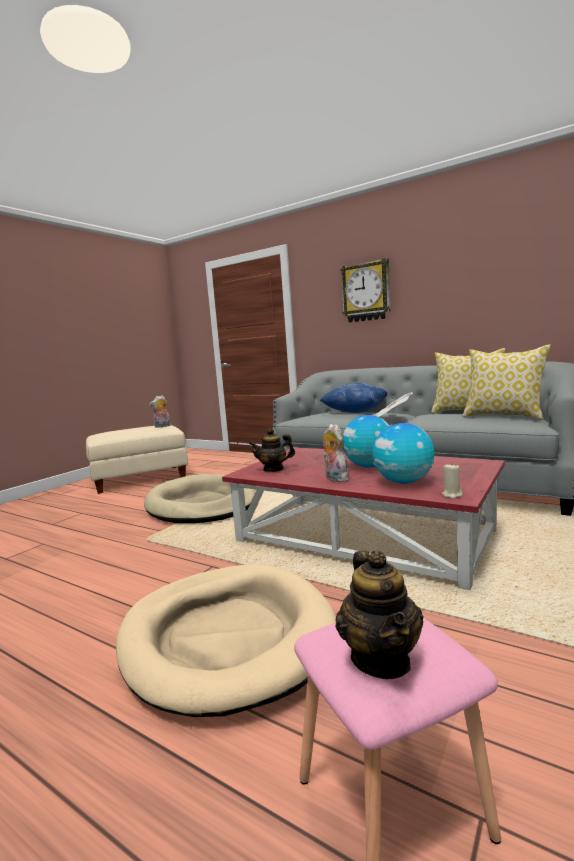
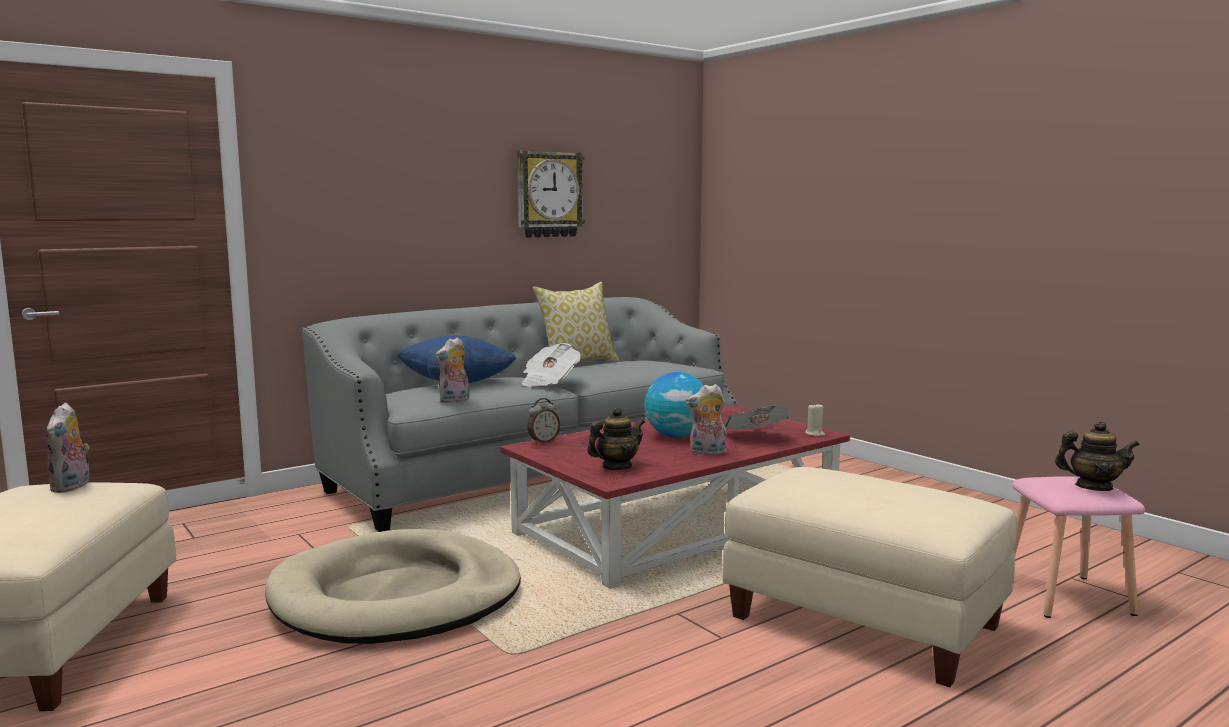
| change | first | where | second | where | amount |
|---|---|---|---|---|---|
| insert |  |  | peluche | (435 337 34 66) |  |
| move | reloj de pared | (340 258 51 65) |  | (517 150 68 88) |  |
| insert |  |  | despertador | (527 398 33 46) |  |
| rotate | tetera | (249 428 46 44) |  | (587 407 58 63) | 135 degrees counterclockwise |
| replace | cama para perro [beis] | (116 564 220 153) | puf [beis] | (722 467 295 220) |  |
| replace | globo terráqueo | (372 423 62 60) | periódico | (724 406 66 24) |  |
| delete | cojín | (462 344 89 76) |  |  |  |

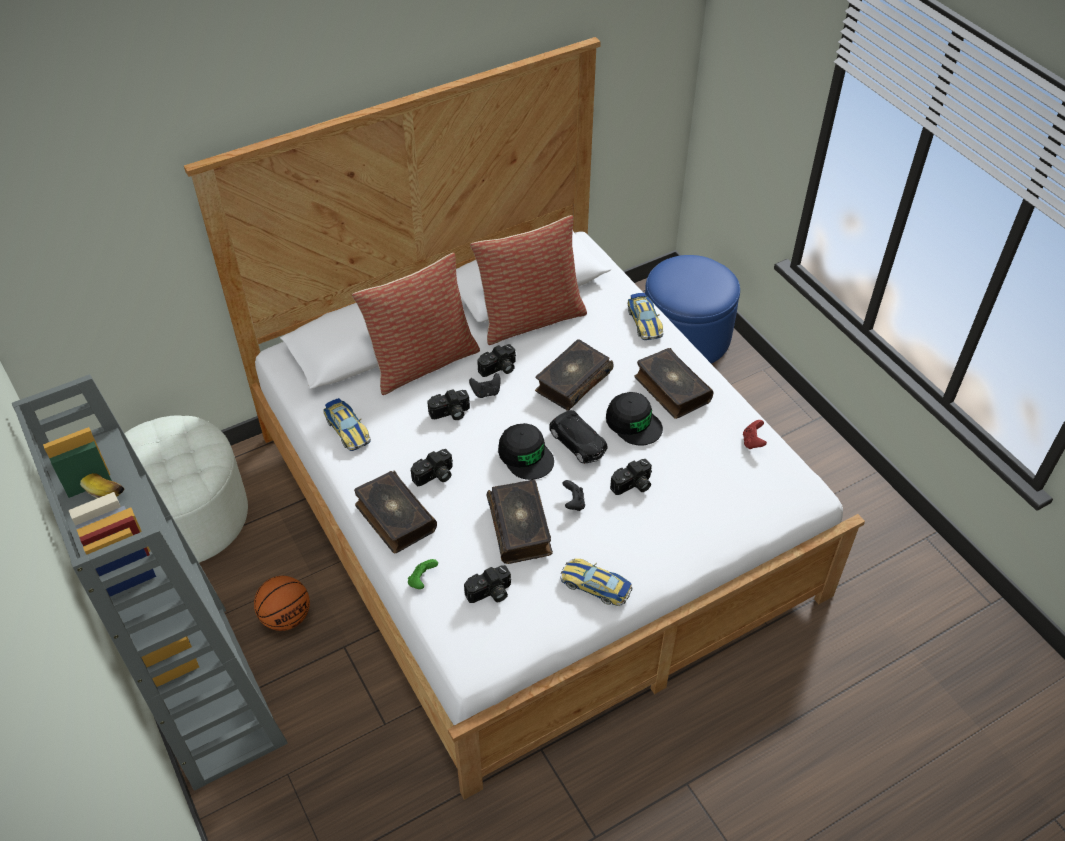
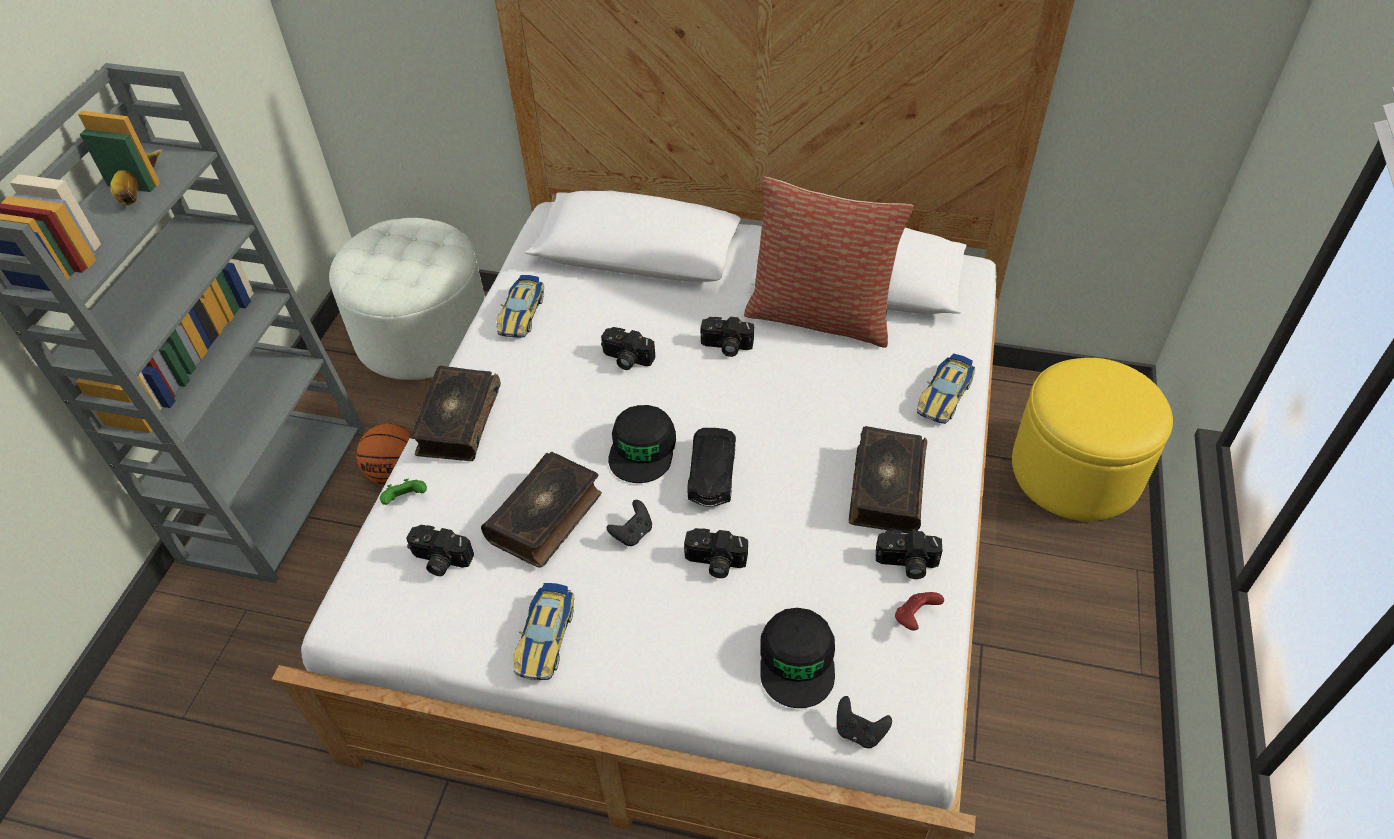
| change | first | where | second | where | amount |
|---|---|---|---|---|---|
| rotate | coche de juguete | (561 559 72 47) |  | (513 583 61 97) | 150 degrees counterclockwise |
| move | gorra [negro] | (606 392 57 53) |  | (760 608 75 100) |  |
| move | mando de consola [negro] | (469 373 32 25) |  | (837 696 55 52) |  |
| move | cámara | (411 449 42 37) |  | (875 530 67 49) |  |
| recolor | puf [azul] | (645 255 95 109) | puf [amarillo] | (1012 358 161 163) |  |
| delete | cojín | (352 253 128 142) |  |  |  |
| delete | libro | (535 339 79 72) |  |  |  |

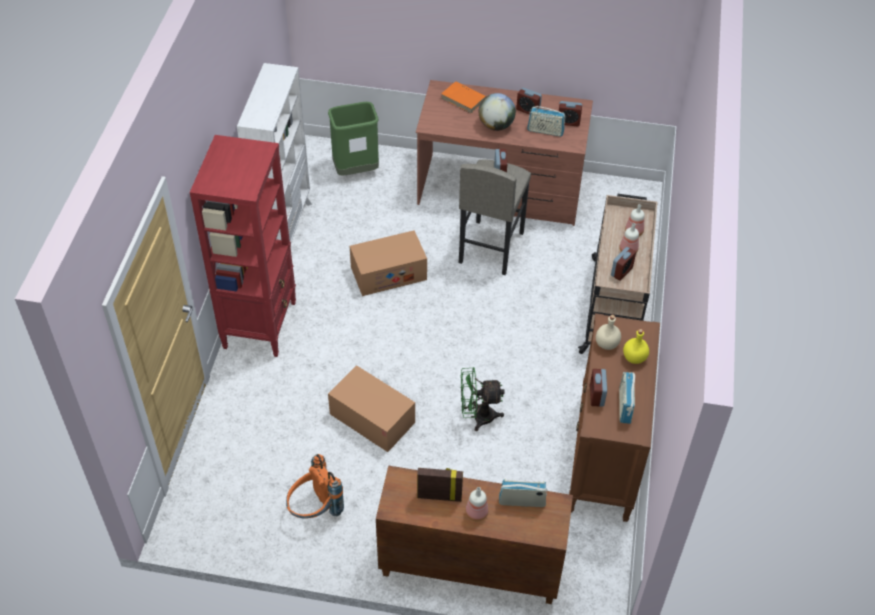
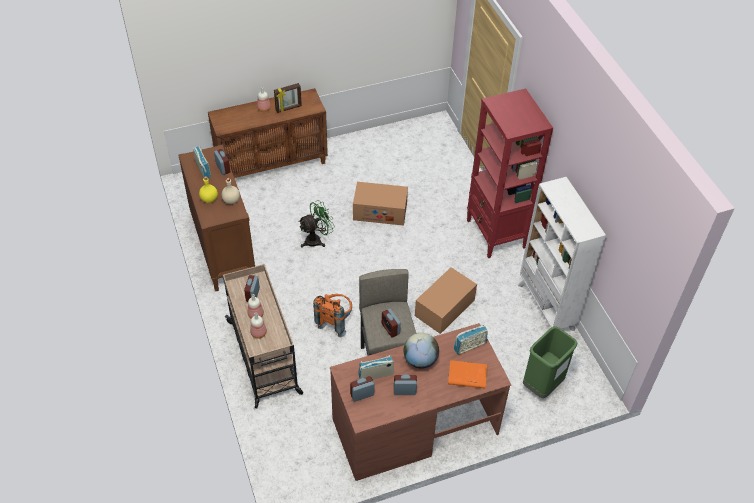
| change | first | where | second | where | amount |
|---|---|---|---|---|---|
| move | mochila [naranja] | (286 454 58 65) |  | (313 294 39 43) |  |
| move | radio | (499 479 48 28) |  | (453 325 35 30) |  |

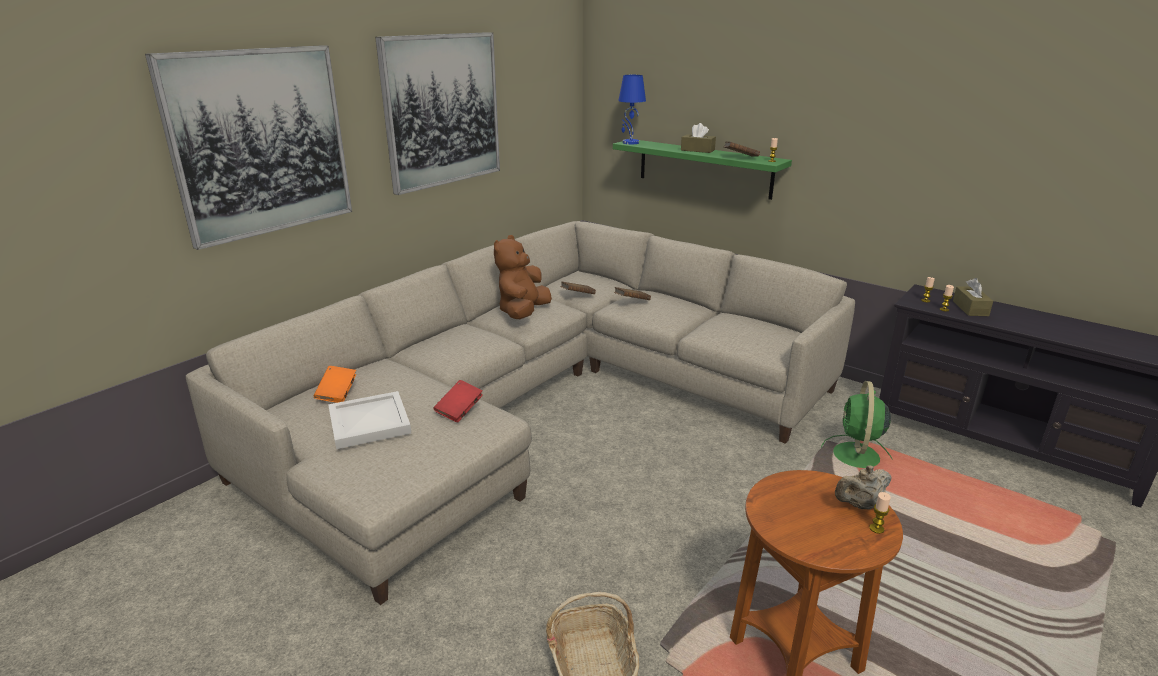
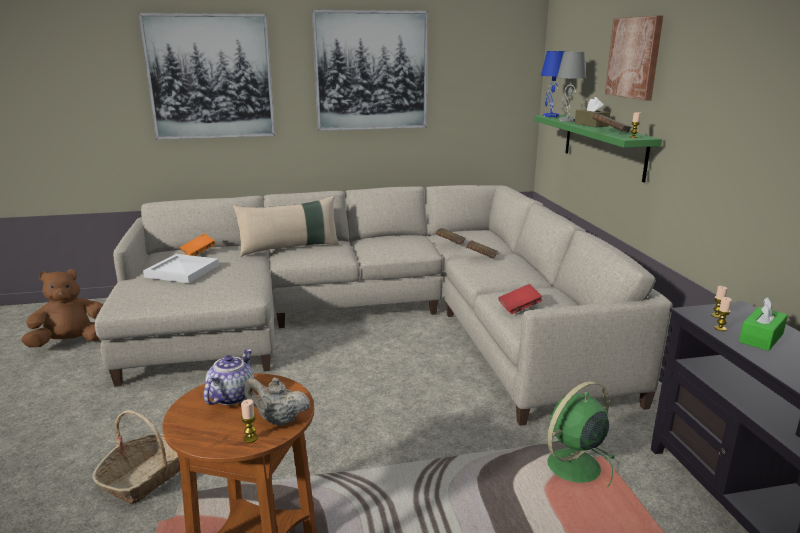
| change | first | where | second | where | amount |
|---|---|---|---|---|---|
| move | peluche [marrón] | (494 235 58 84) |  | (21 269 82 78) |  |
| insert |  |  | tetera | (203 349 51 56) |  |
| insert |  |  | cojín [beis] | (233 196 106 61) |  |
| move | libro [rojo] | (433 380 50 42) |  | (498 284 45 30) |  |
| insert |  |  | lámpara de mesa [gris] | (557 52 29 70) |  |
| insert |  |  | cuadro | (605 16 58 84) |  |
| recolor | caja de pañuelos [marrón] | (953 278 40 38) | caja de pañuelos [verde] | (739 297 49 54) |  |

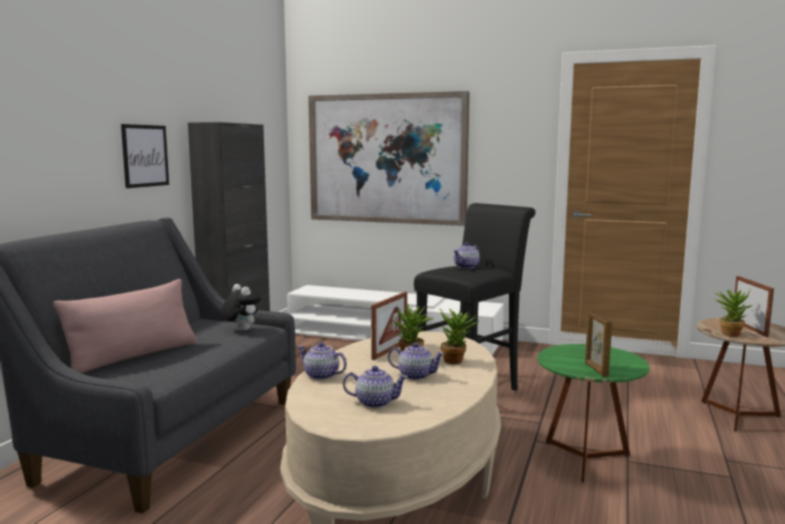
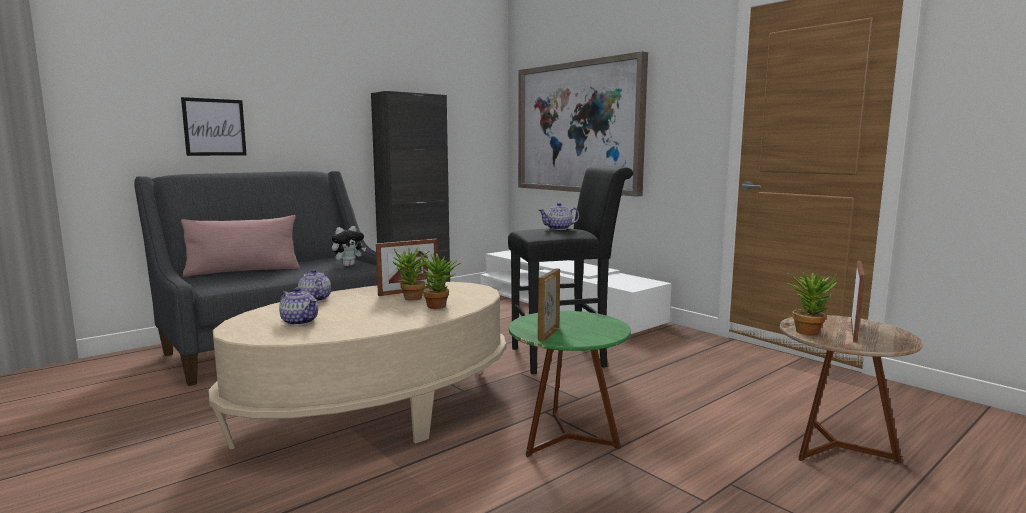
| change | first | where | second | where | amount |
|---|---|---|---|---|---|
| move | cuadro | (121 124 48 64) |  | (181 97 66 59) |  |
| rotate | peluche | (221 284 40 46) |  | (332 226 34 40) | 60 degrees clockwise |
| delete | tetera | (388 342 57 38) |  |  |  |

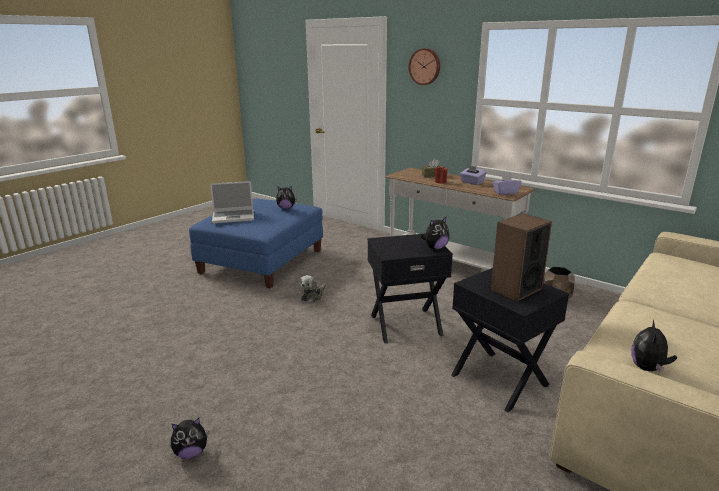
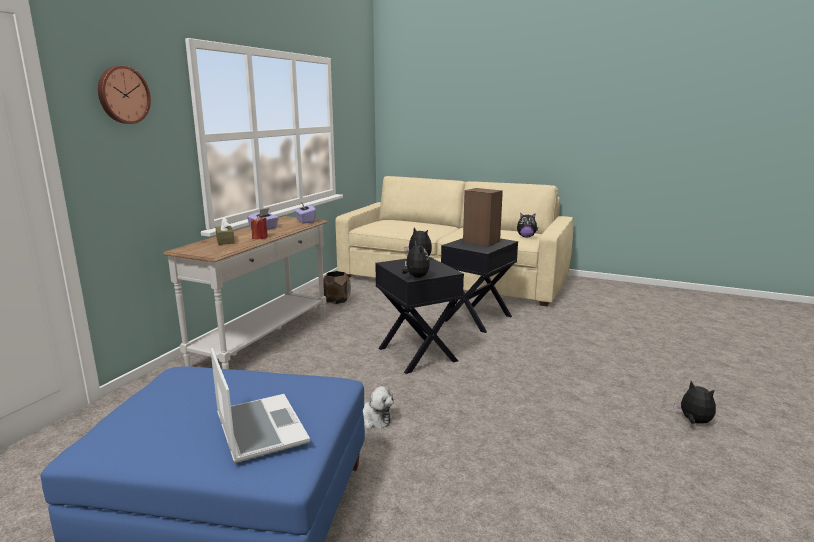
| change | first | where | second | where | amount |
|---|---|---|---|---|---|
| move | peluche | (276 186 21 23) |  | (402 241 28 37) |  |

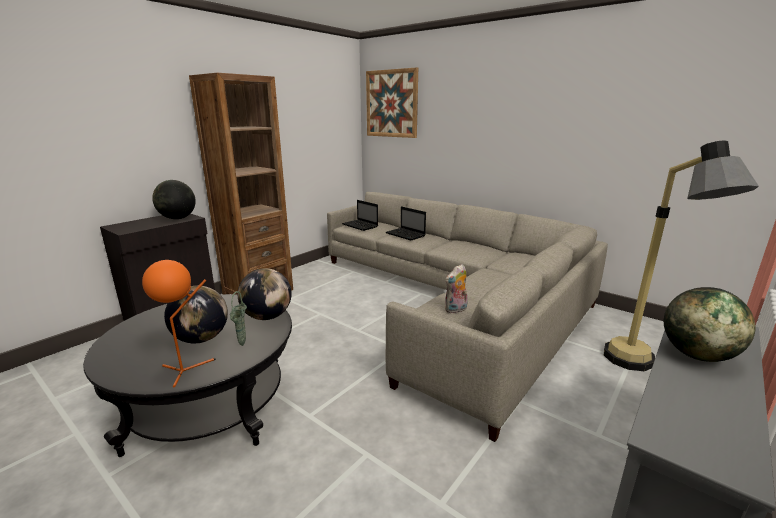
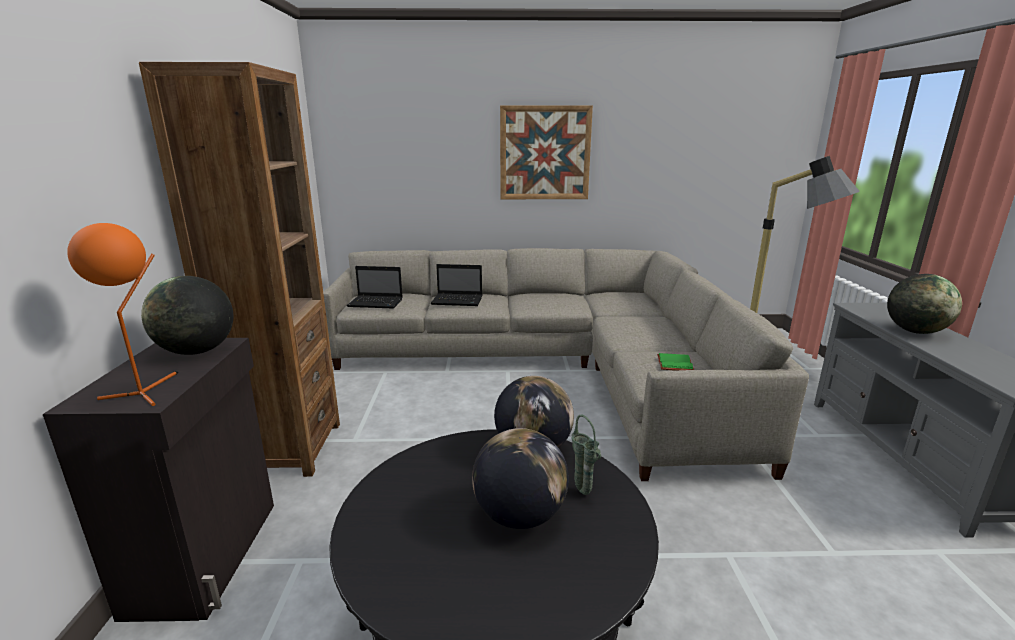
| change | first | where | second | where | amount |
|---|---|---|---|---|---|
| move | lámpara de mesa [naranja] | (142 260 74 127) |  | (67 223 111 183) |  |
| move | cuadro | (366 67 52 71) |  | (500 105 93 94) |  |
| replace | peluche | (445 264 22 50) | libro [verde] | (657 353 37 18) |  |

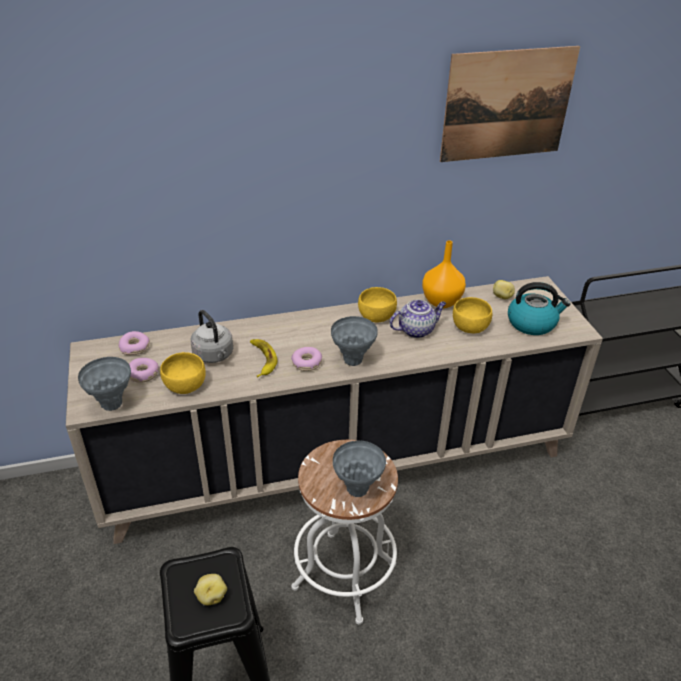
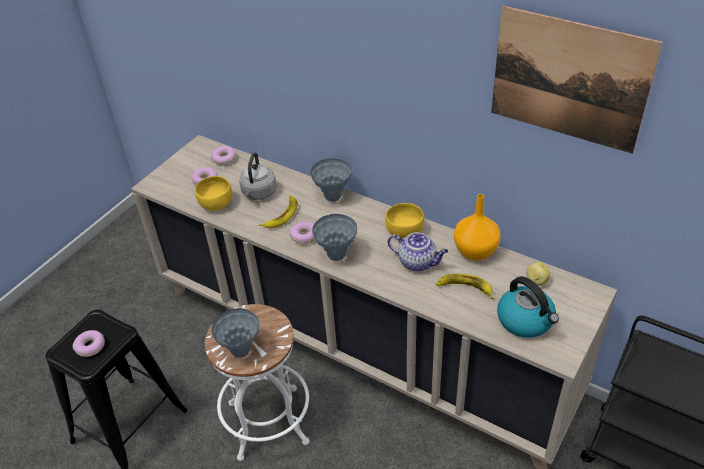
| change | first | where | second | where | amount |
|---|---|---|---|---|---|
| replace | patata | (194 574 33 32) | rosquilla | (73 330 32 27) |  |
| move | florero [gris] | (78 357 53 54) |  | (311 158 41 44) |  |
| replace | cuenco [amarillo] | (453 297 39 36) | plátano | (436 274 57 25) |  |

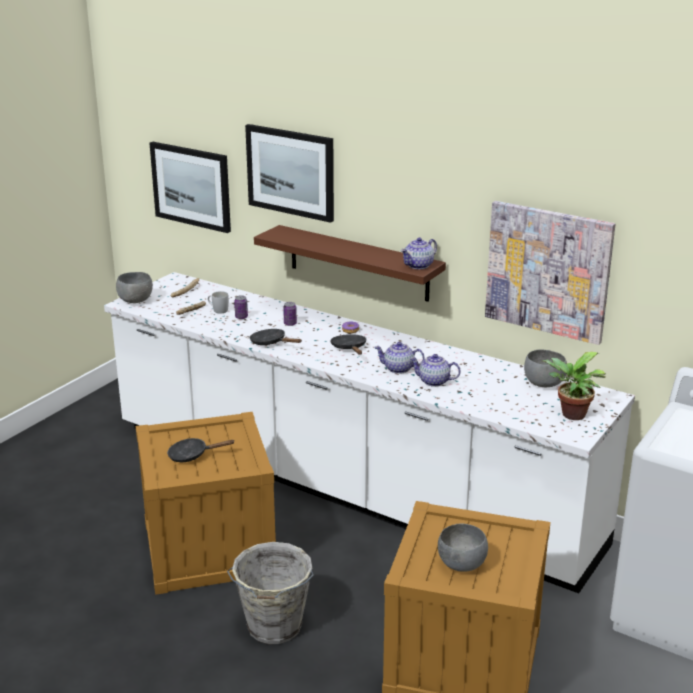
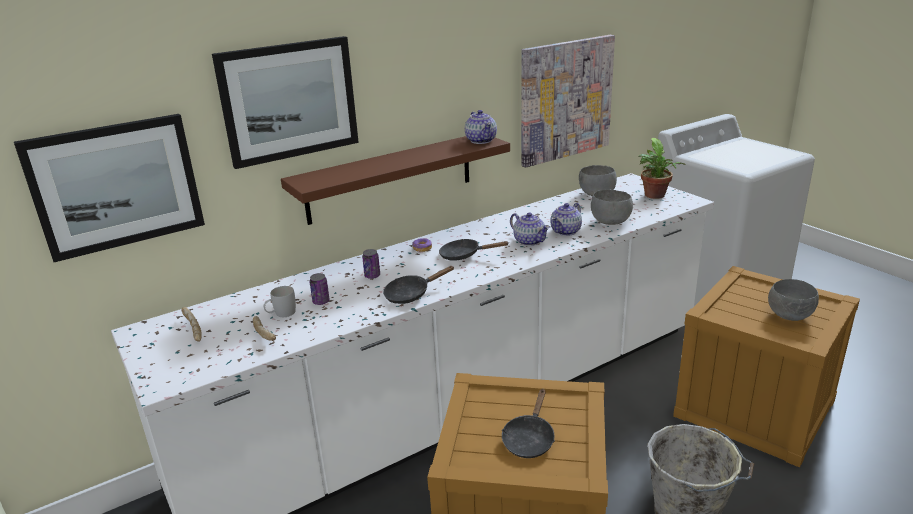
| change | first | where | second | where | amount |
|---|---|---|---|---|---|
| rotate | tetera | (374 342 50 32) |  | (510 212 40 34) | 75 degrees counterclockwise |
| move | cuenco [gris] | (116 272 37 31) |  | (591 189 42 36) |  |

